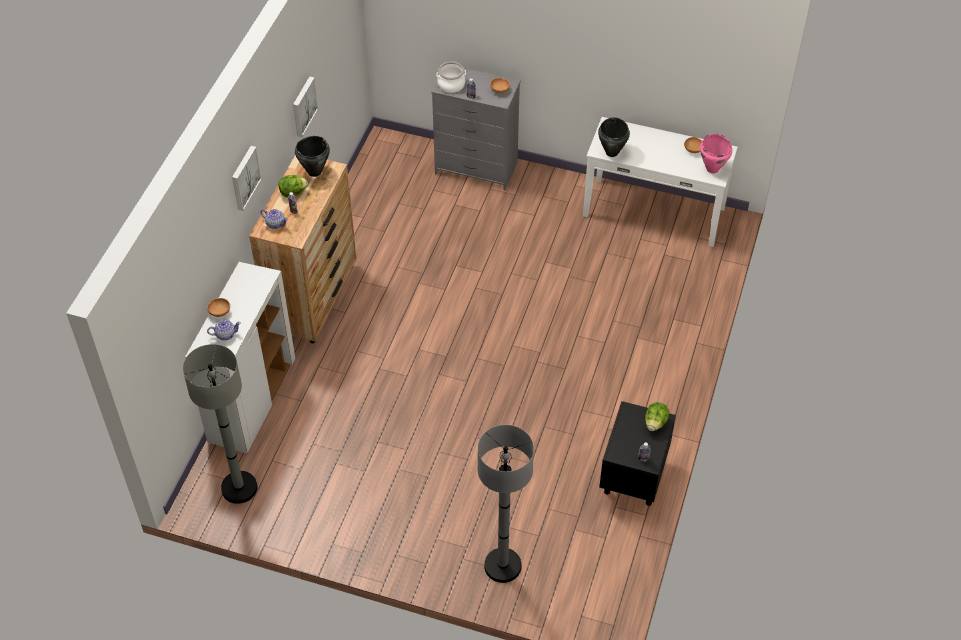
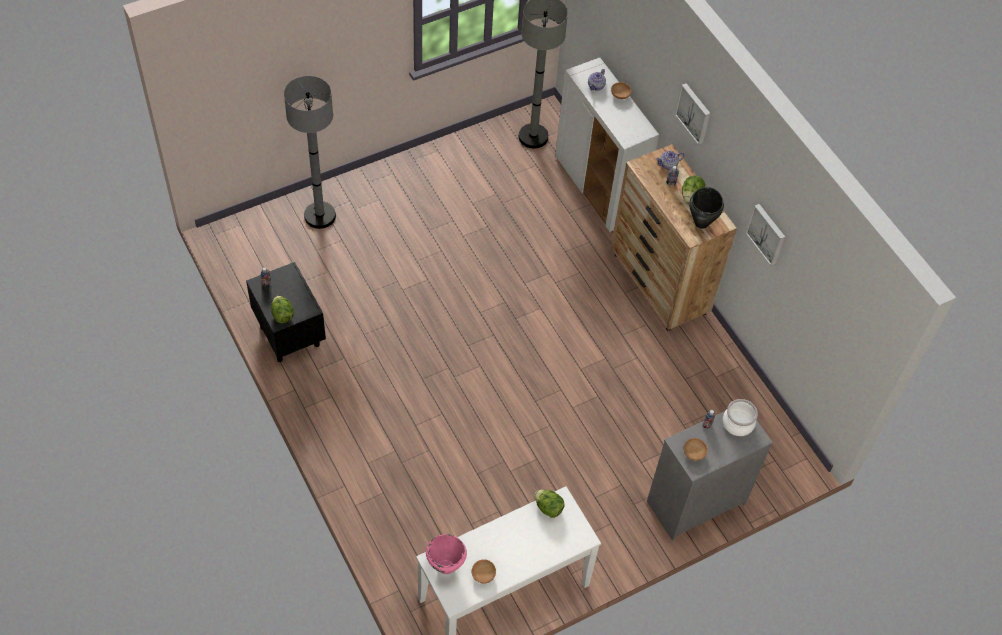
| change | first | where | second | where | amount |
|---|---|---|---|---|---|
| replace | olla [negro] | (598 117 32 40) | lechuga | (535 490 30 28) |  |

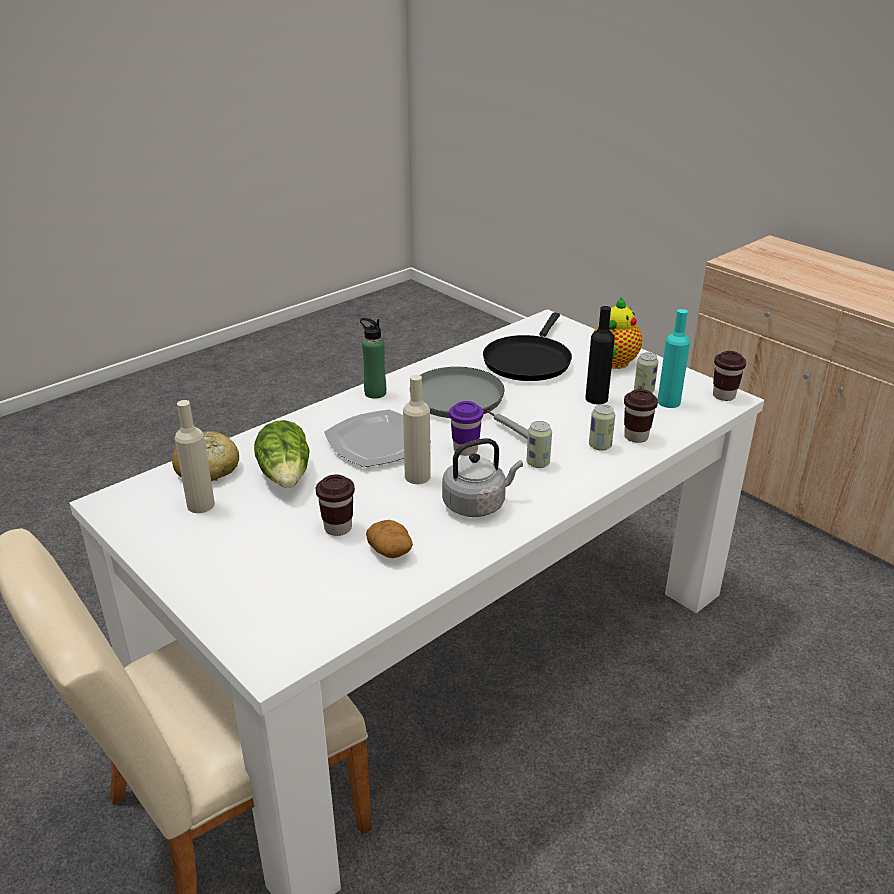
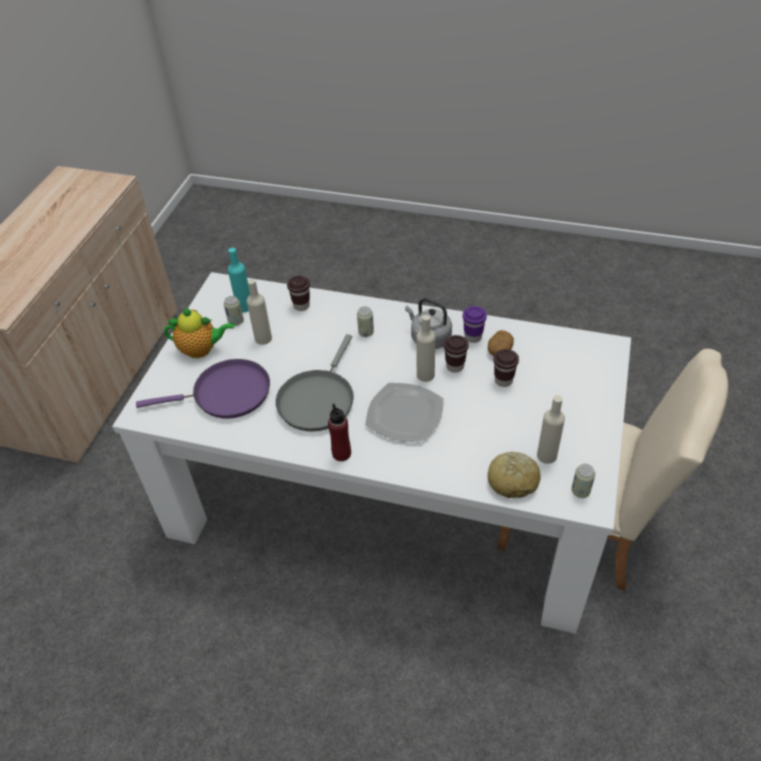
| change | first | where | second | where | amount |
|---|---|---|---|---|---|
| recolor | sartén [negro] | (483 312 89 69) | sartén [morado] | (136 359 134 59) |  |
| recolor | botella [negro] | (585 306 30 99) | botella [beis] | (247 279 25 66) |  |
| recolor | botella [verde] | (360 318 26 81) | botella [rojo] | (328 404 23 57) |  |
| move | taza [marrón] | (713 351 34 50) |  | (444 335 25 38) |  |
| move | taza [morado] | (449 401 34 55) |  | (463 306 24 37) |  |
| move | lata | (589 405 26 46) |  | (571 464 24 34) |  |
| delete | lechuga | (254 420 56 68) |  |  |  |

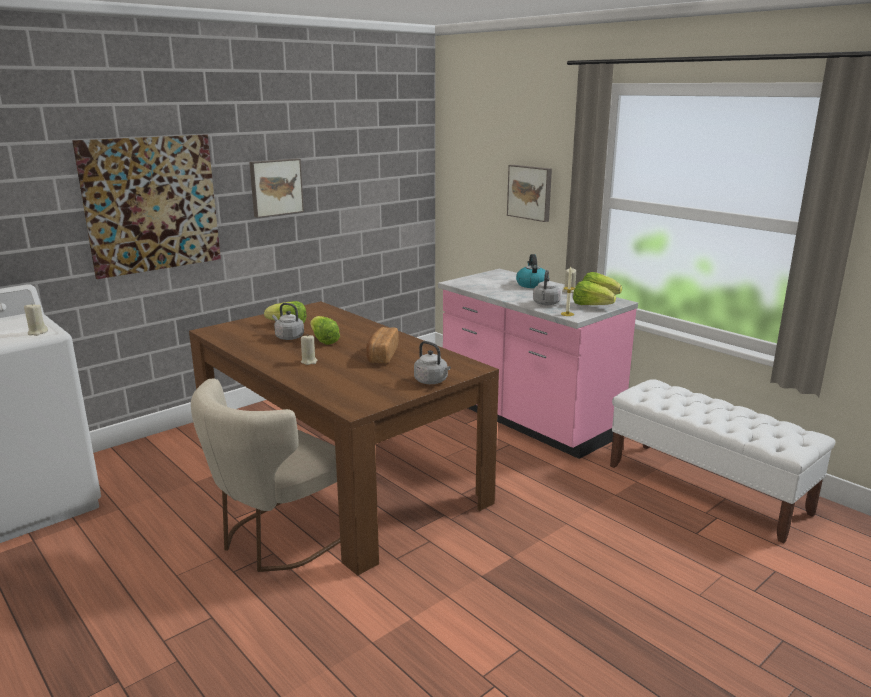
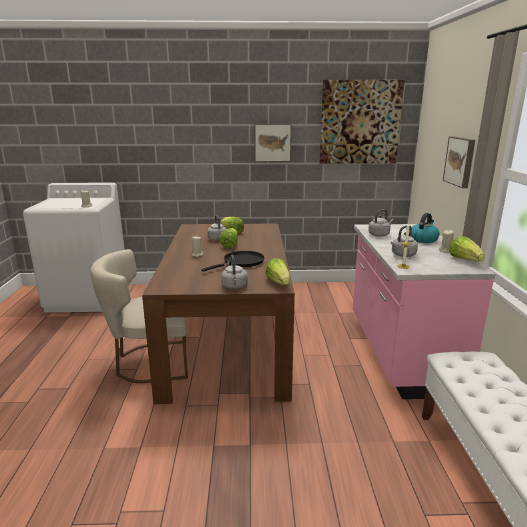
| change | first | where | second | where | amount |
|---|---|---|---|---|---|
| replace | pan | (366 327 33 37) | sartén [negro] | (201 251 63 21) |  |
| move | lechuga | (573 281 43 24) |  | (265 258 25 27) |  |
| move | cuadro | (72 134 149 145) |  | (319 80 85 84) |  |
| insert |  |  | hervidor [gris] | (368 209 25 28) |  |

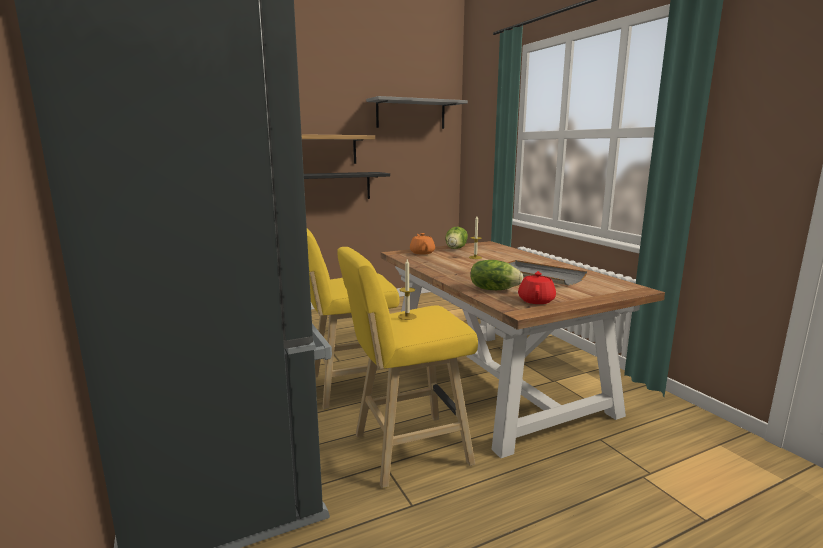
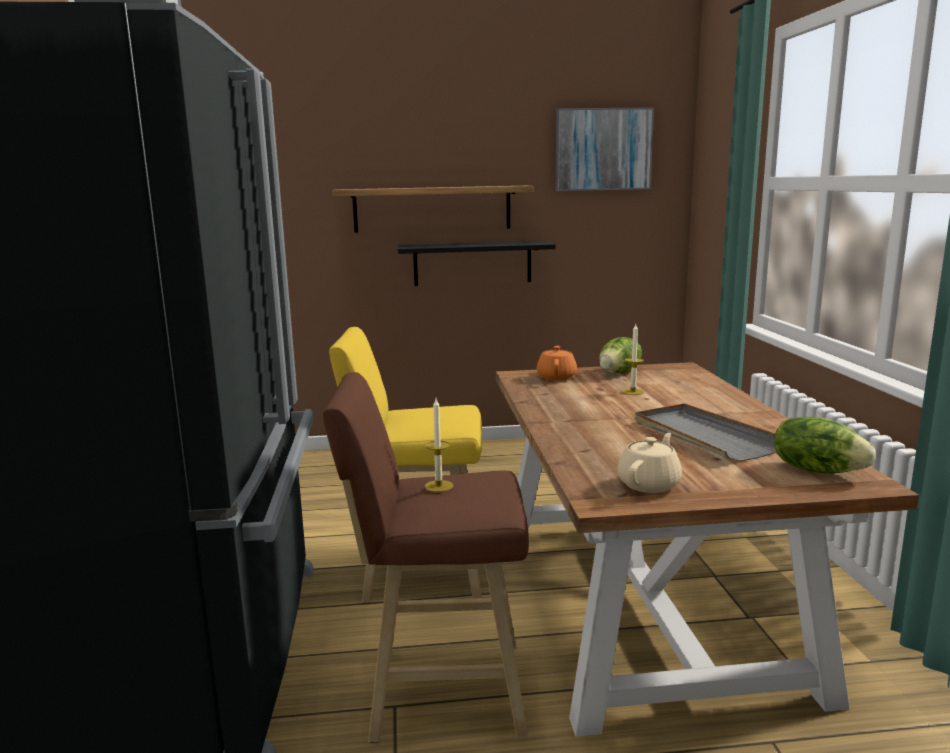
| change | first | where | second | where | amount |
|---|---|---|---|---|---|
| recolor | taburete [amarillo] | (337 247 141 242) | taburete [marrón] | (323 372 206 371) |  |
| replace | estante [gris] | (366 96 102 33) | cuadro | (556 107 98 84) |  |
| recolor | tetera [rojo] | (518 271 38 33) | tetera [beis] | (617 433 65 60) |  |
| move | lechuga | (471 260 52 30) |  | (774 417 102 57) |  |

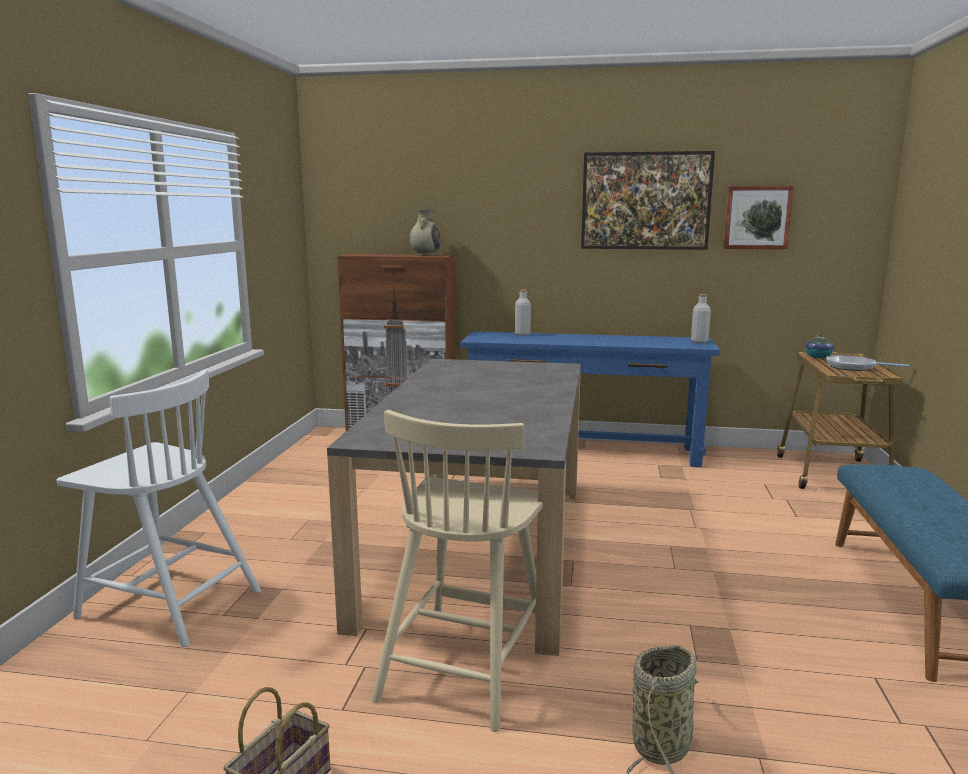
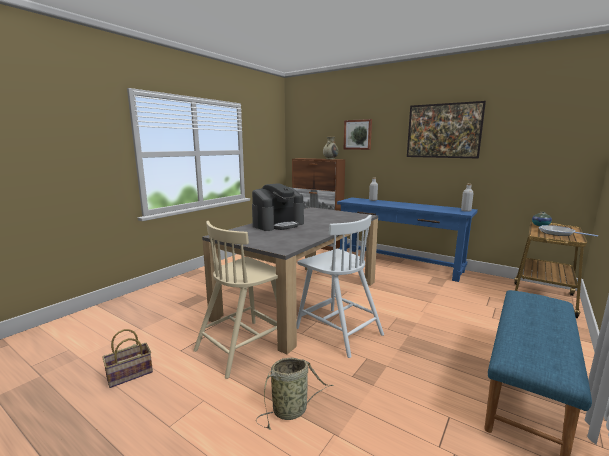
| change | first | where | second | where | amount |
|---|---|---|---|---|---|
| insert |  |  | cafetera | (252 184 52 47) |  |
| move | silla [blanco] | (57 370 204 277) |  | (297 215 87 143) |  |
| move | cuadro | (723 186 71 63) |  | (344 119 28 31) |  |

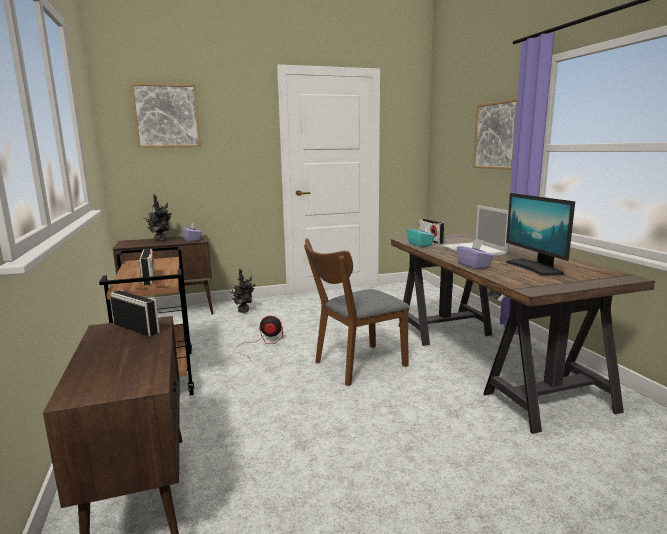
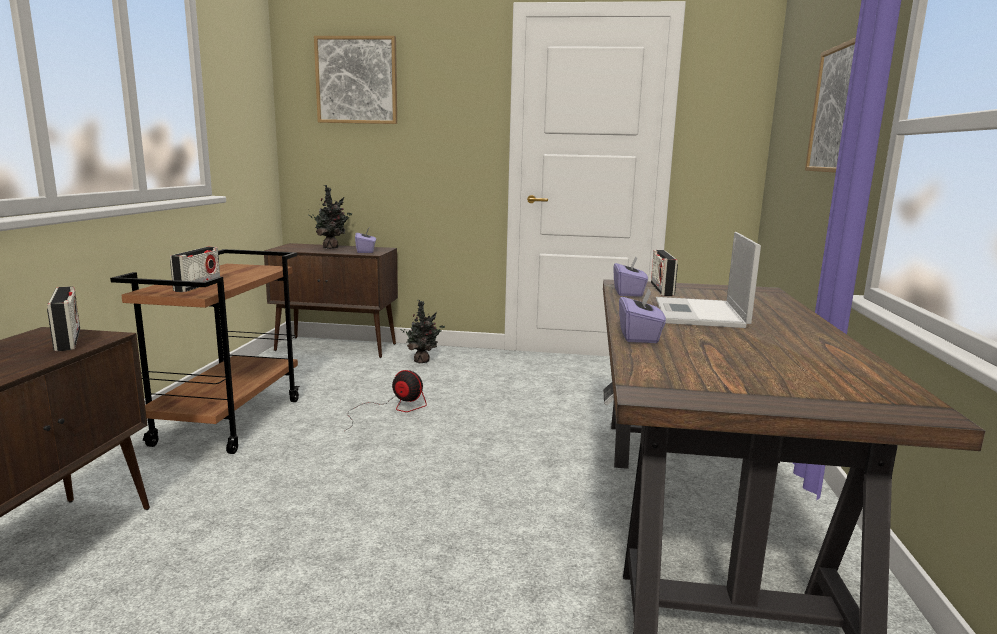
| change | first | where | second | where | amount |
|---|---|---|---|---|---|
| recolor | caja de pañuelos [turquesa] | (407 224 28 23) | caja de pañuelos [morado] | (613 257 35 40) |  |
| delete | silla [marrón] | (304 238 106 148) |  |  |  |
| delete | monitor | (506 193 69 83) |  |  |  |

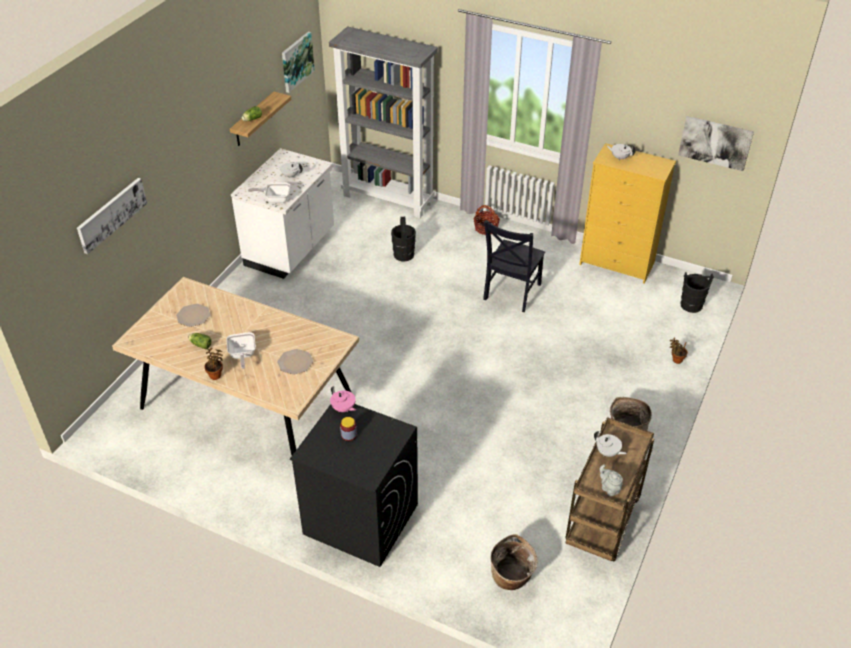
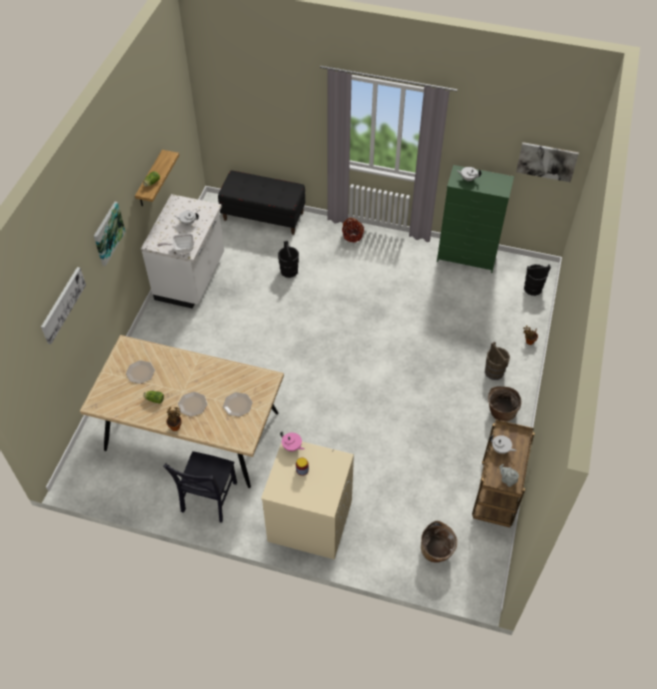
| change | first | where | second | where | amount |
|---|---|---|---|---|---|
| move | cuadro | (282 32 33 61) |  | (94 202 32 64) |  |
| move | silla [negro] | (483 220 62 92) |  | (163 451 74 72) |  |
| replace | sartén | (226 332 30 37) | plato | (178 392 29 25) |  |
| replace | estantería [gris] | (329 26 109 192) | banco [negro] | (218 171 87 64) |  |
| recolor | lavadora [negro] | (290 404 128 163) | lavadora [beis] | (261 442 93 118) |  |
| recolor | cómoda [amarillo] | (579 143 97 141) | cómoda [verde] | (437 165 77 108) |  |
| insert |  |  | cubo [marrón] | (485 342 25 38) |  |

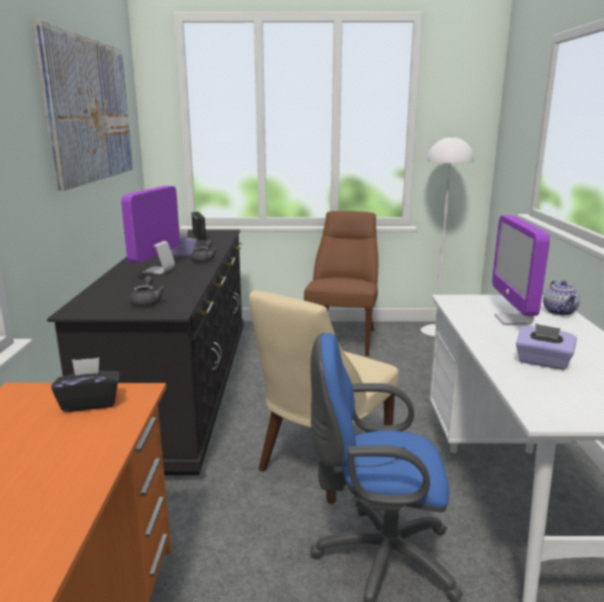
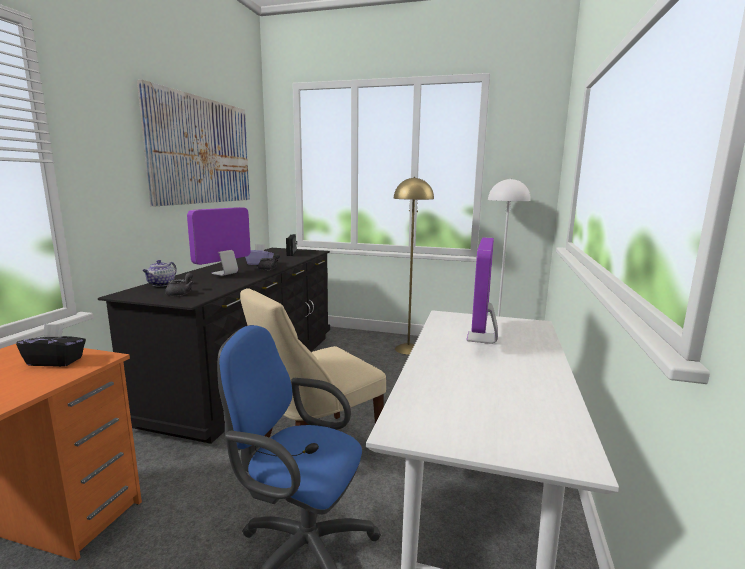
| change | first | where | second | where | amount |
|---|---|---|---|---|---|
| move | tetera | (543 281 37 35) |  | (142 260 35 26) |  |
| replace | silla [marrón] | (304 211 74 145) | lámpara de pie [amarillo] | (394 177 40 178) |  |
| delete | caja de pañuelos [morado] | (516 324 61 46) |  |  |  |

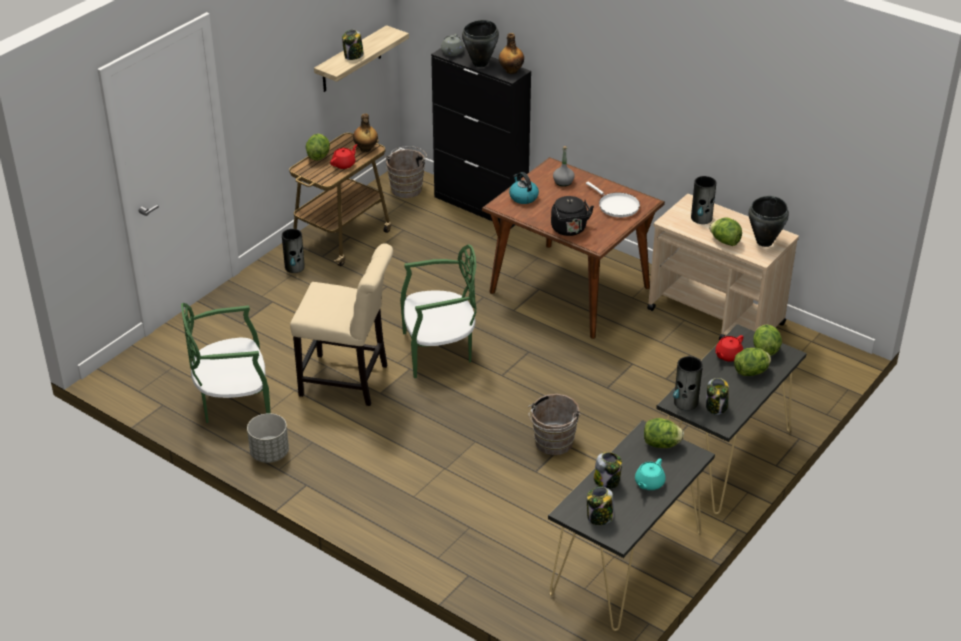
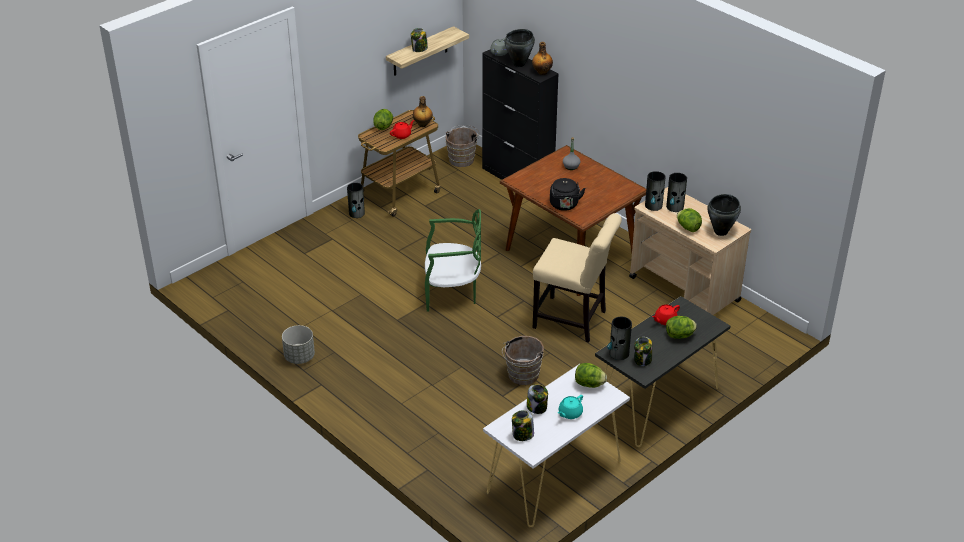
| change | first | where | second | where | amount |
|---|---|---|---|---|---|
| recolor | mesa consola [negro] | (548 420 167 211) | mesa consola [blanco] | (483 364 147 163) |  |
| move | silla [beis] | (290 243 103 163) |  | (533 213 89 129) |  |
| insert |  |  | florero | (645 171 20 40) |  |
| delete | silla [verde] | (181 303 90 120) |  |  |  |
| delete | hervidor | (509 172 30 32) |  |  |  |
| delete | sartén [blanco] | (586 182 54 35) |  |  |  |
| delete | lechuga | (753 324 29 32) |  |  |  |

